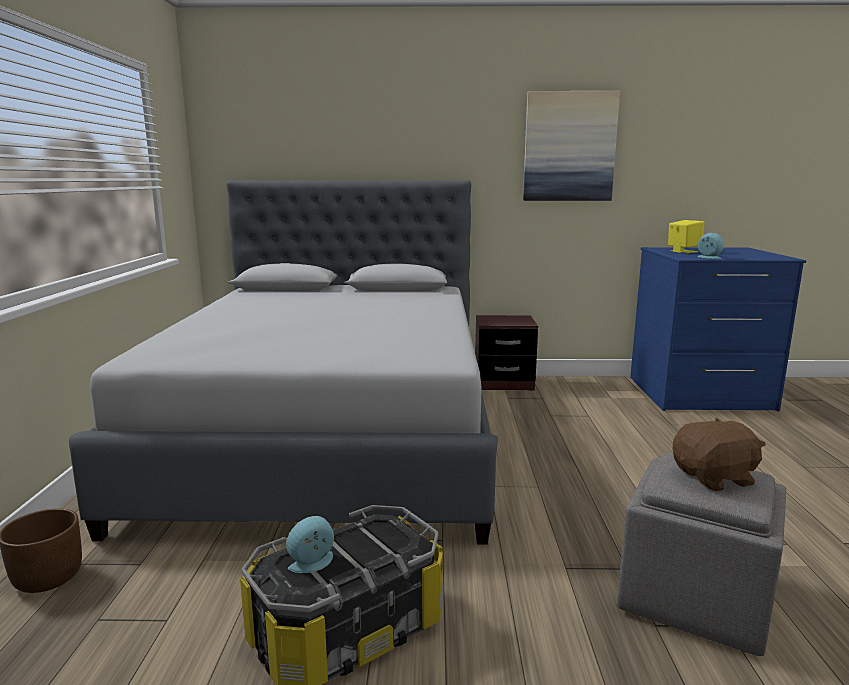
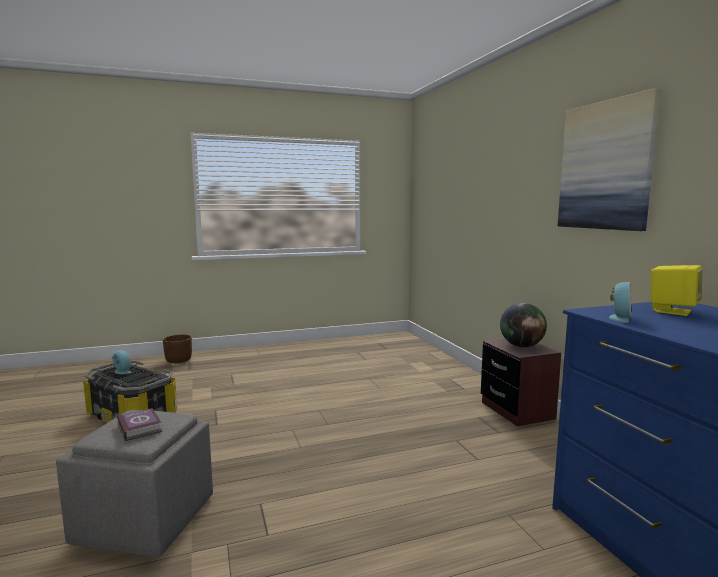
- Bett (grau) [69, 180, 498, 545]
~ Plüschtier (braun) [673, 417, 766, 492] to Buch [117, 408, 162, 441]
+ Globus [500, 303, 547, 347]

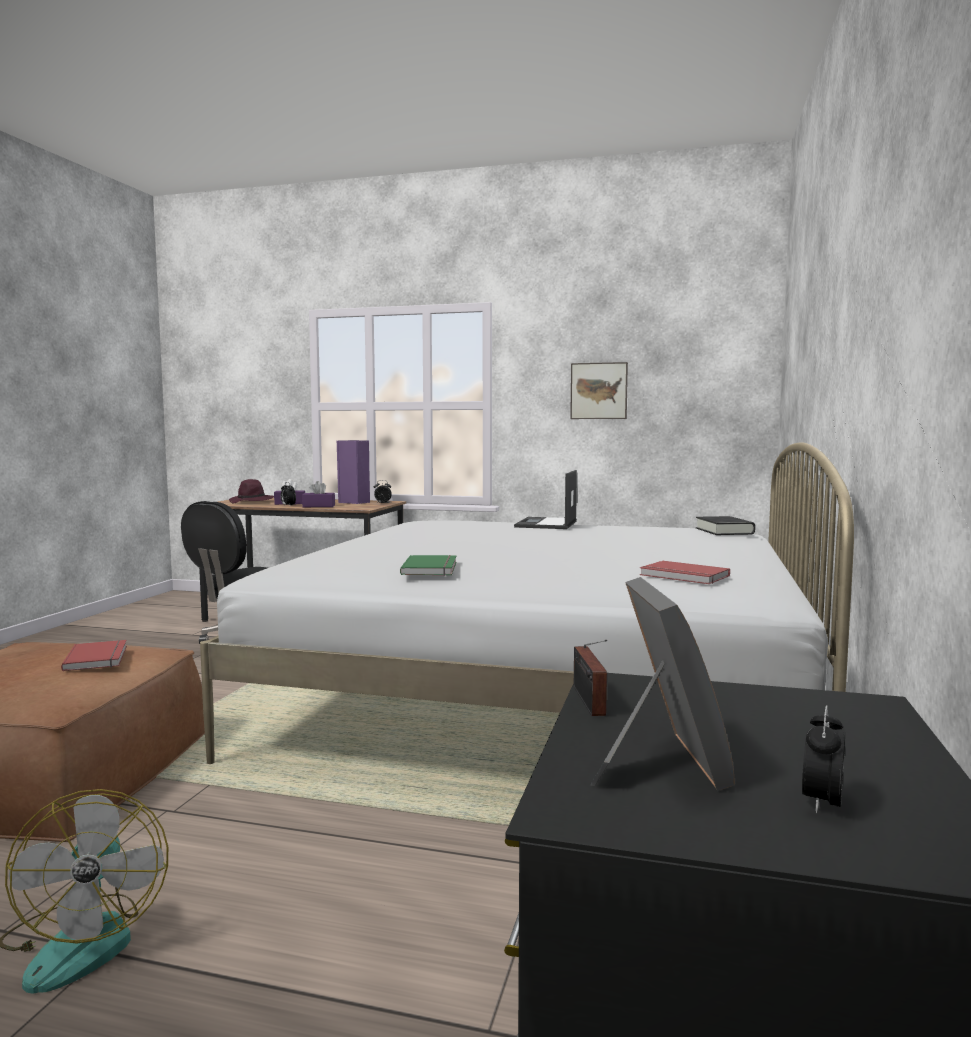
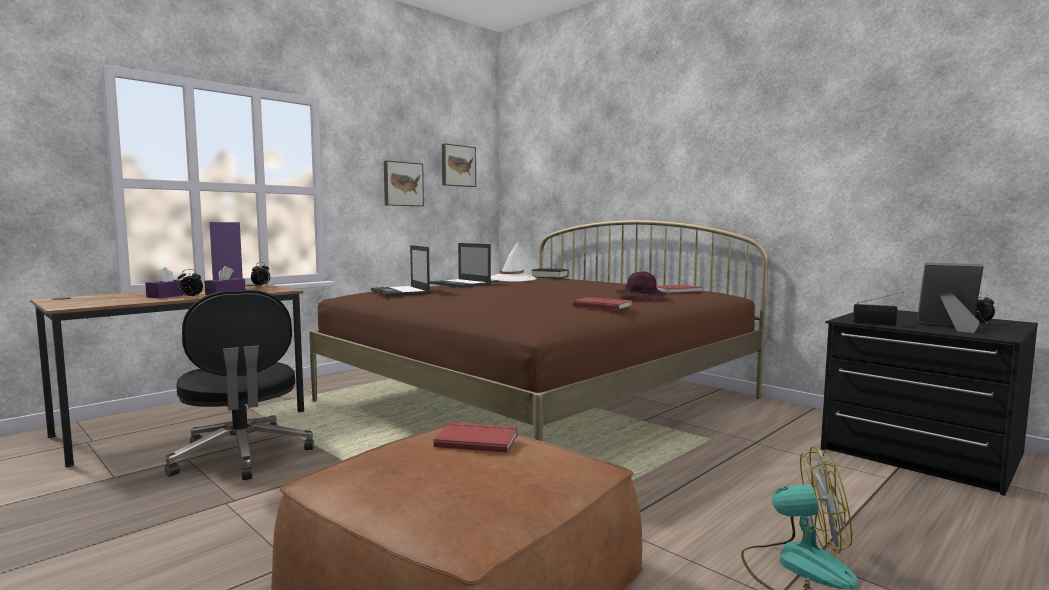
~ Bett (weiß) [200, 442, 854, 764] to Bett (braun) [309, 220, 768, 441]
~ Hut (lila) [229, 479, 274, 504] to [616, 271, 667, 300]
~ Buch (grün) [400, 555, 457, 576] to Buch (rot) [573, 297, 633, 310]
+ Laptop [371, 245, 430, 296]
+ Bild [442, 144, 476, 187]
+ Hut (weiß) [491, 242, 537, 282]

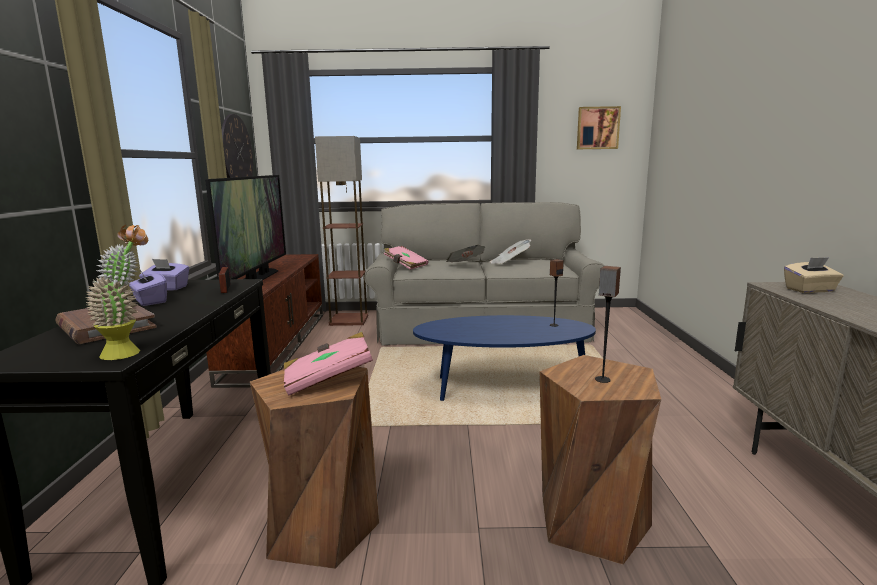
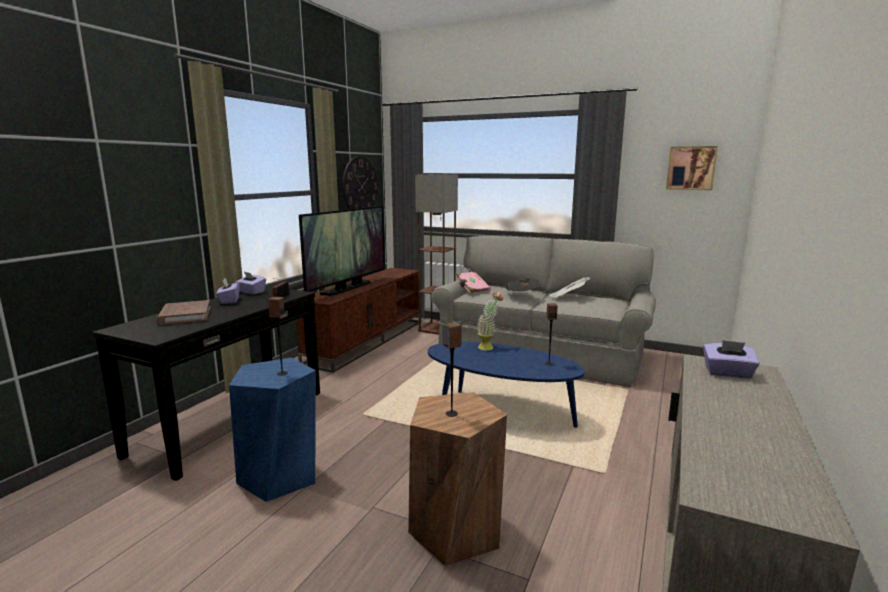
~ Topfpflanze [85, 225, 148, 360] to [477, 292, 504, 350]
~ Hocker (braun) [250, 367, 379, 569] to Hocker (blau) [229, 357, 316, 502]
~ Buch (rosa) [284, 332, 373, 396] to Lautsprecher [268, 297, 288, 376]
~ Taschentuchbox (beige) [784, 257, 844, 293] to Taschentuchbox (lila) [703, 340, 760, 379]

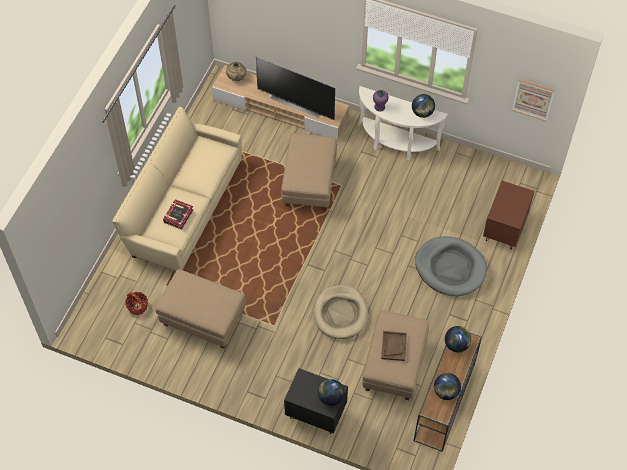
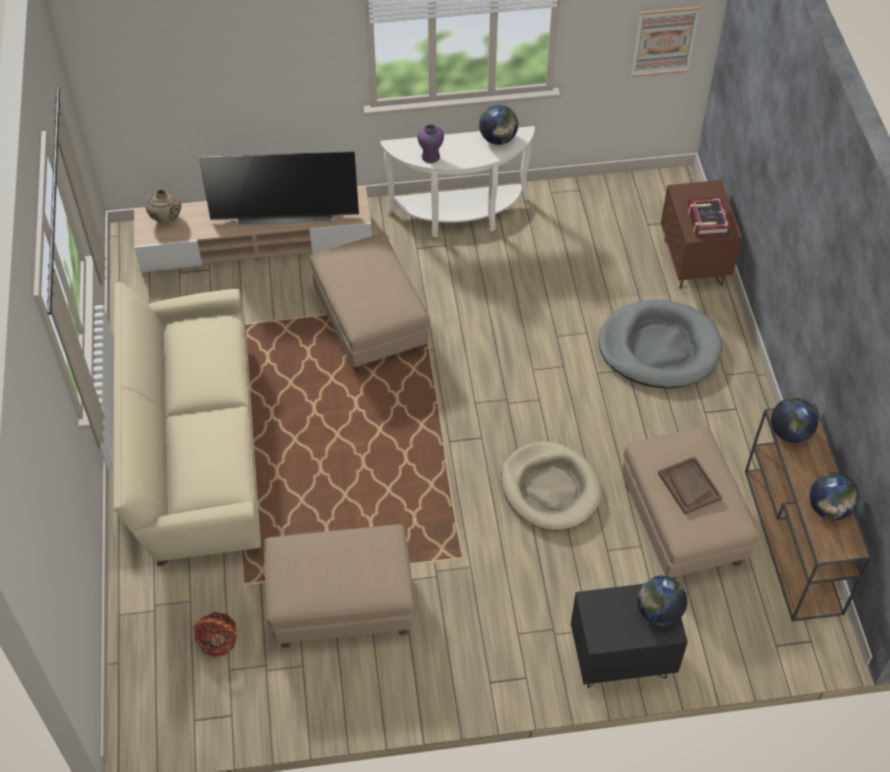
~ Buch [163, 199, 193, 229] to [688, 197, 731, 237]

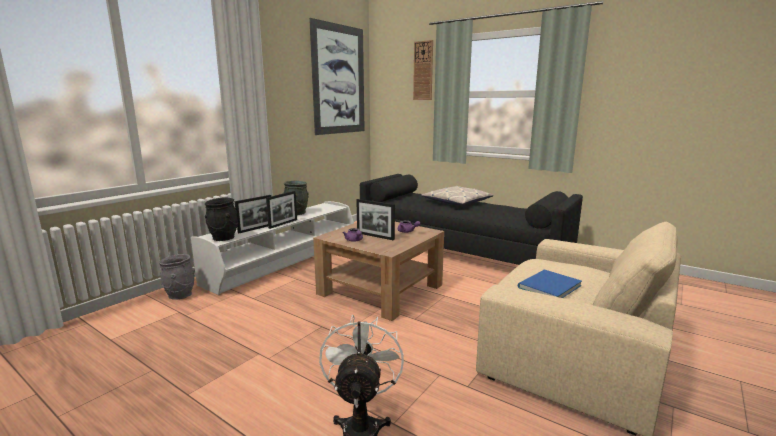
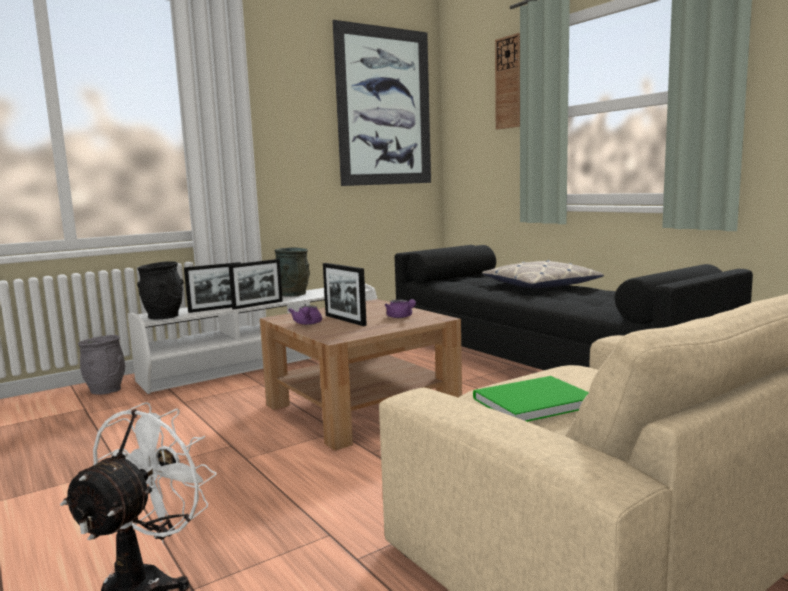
~ Buch (blau) [518, 269, 582, 298] to Buch (grün) [473, 376, 589, 422]

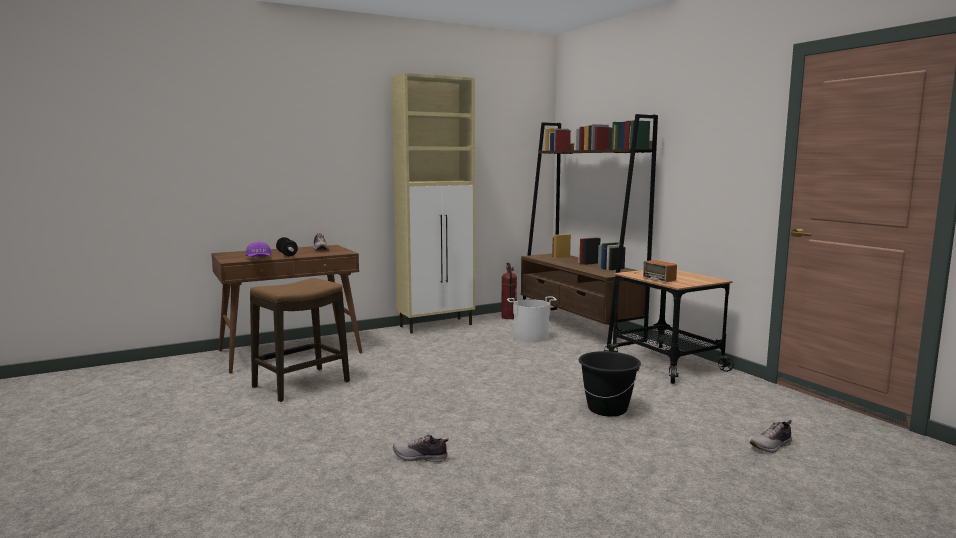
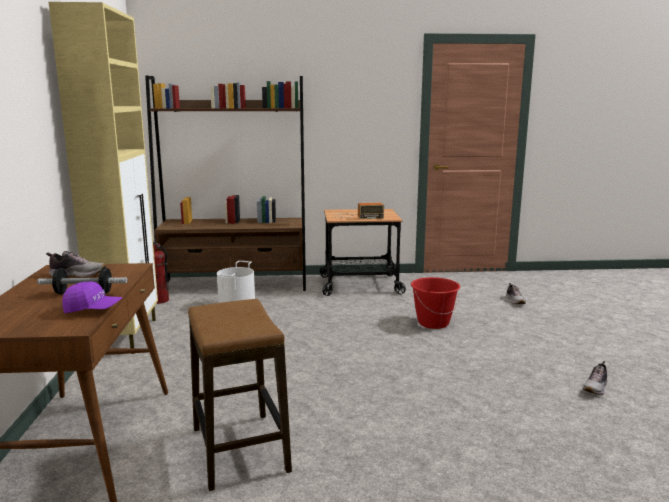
~ Schuh [393, 435, 449, 462] to [582, 361, 607, 395]
~ Eimer (schwarz) [577, 351, 641, 417] to Eimer (rot) [411, 277, 460, 329]

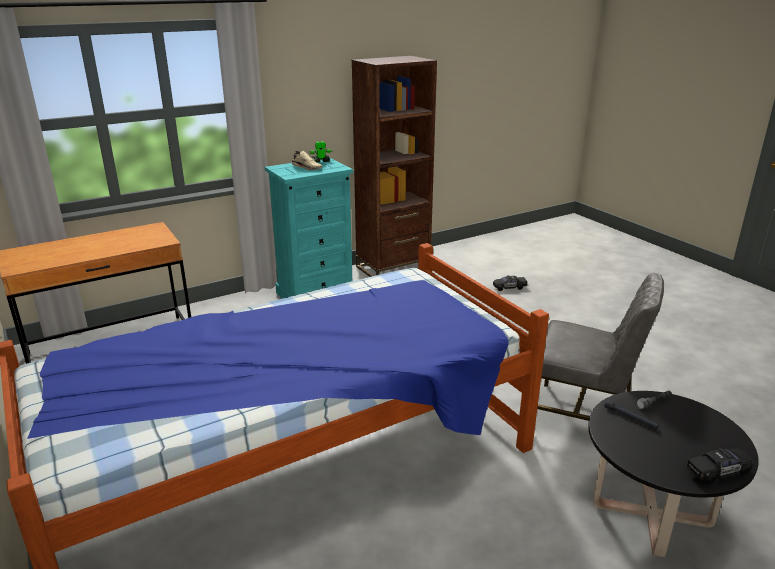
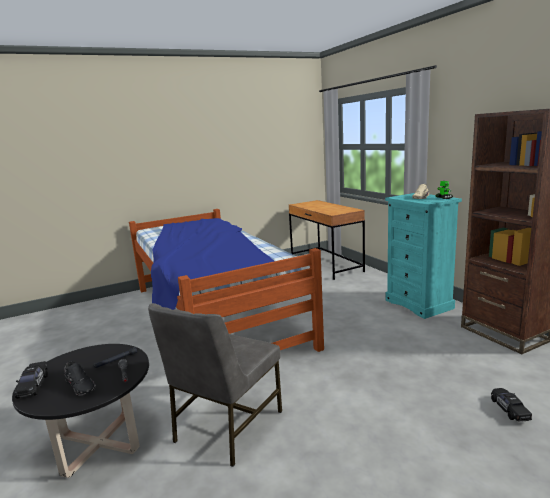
+ Schuh (schwarz) [64, 361, 96, 396]

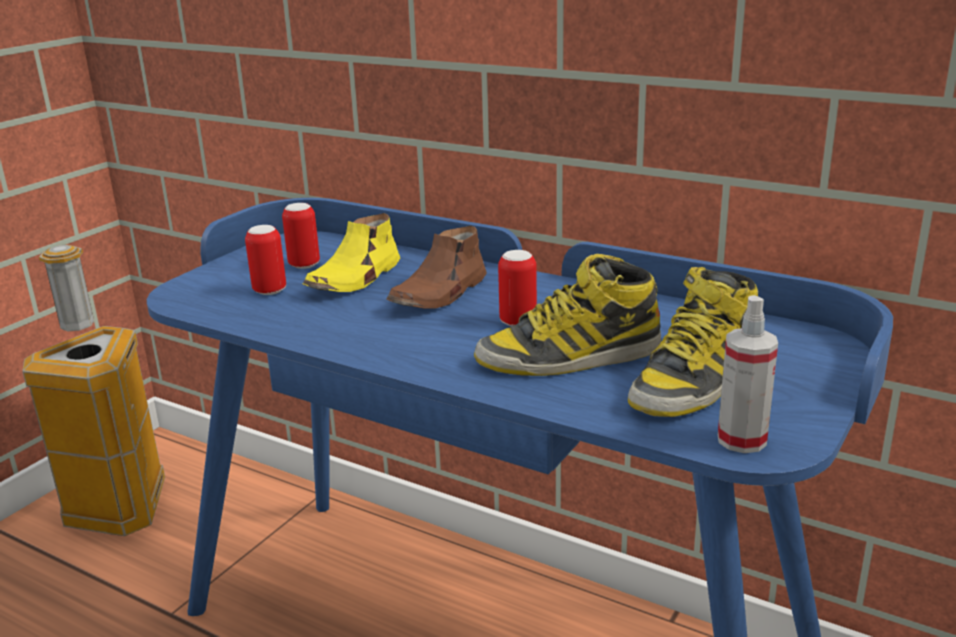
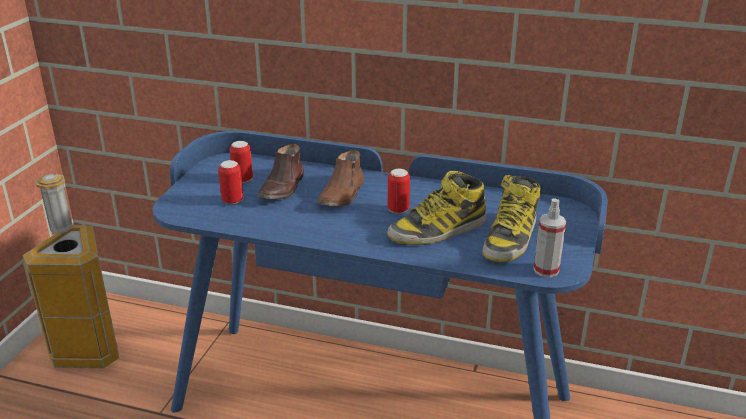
~ Schuh (gelb) [303, 213, 400, 292] to Schuh (braun) [258, 144, 304, 199]

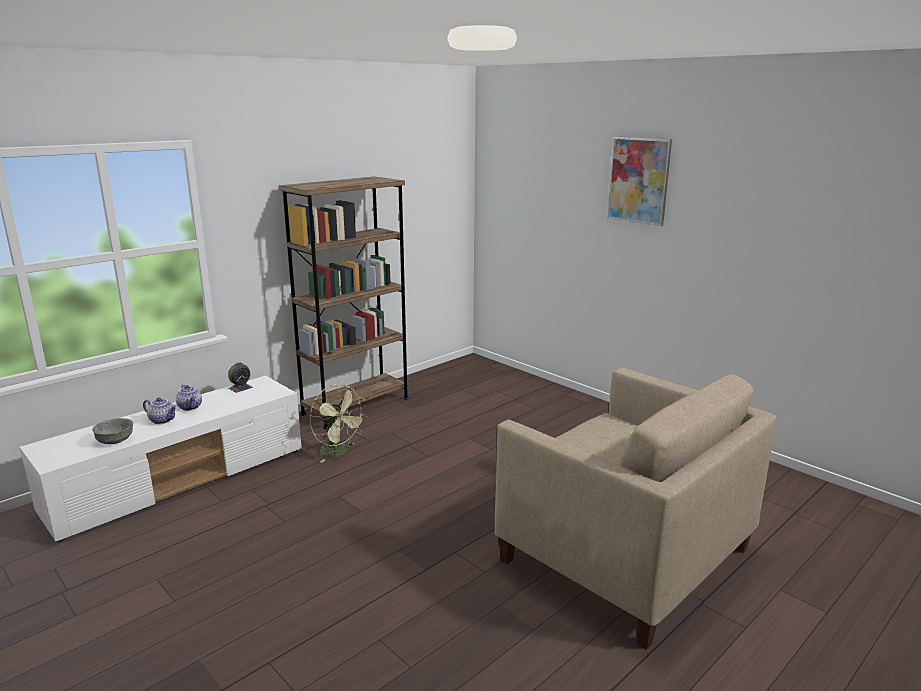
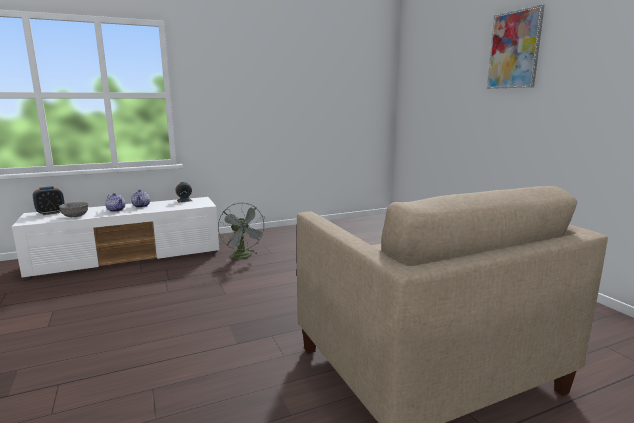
- Bücherregal (braun) [279, 176, 409, 429]
~ Ventilator (grün) [310, 384, 367, 463] to Ventilator (grau) [218, 202, 266, 261]
+ Wecker [33, 186, 65, 215]

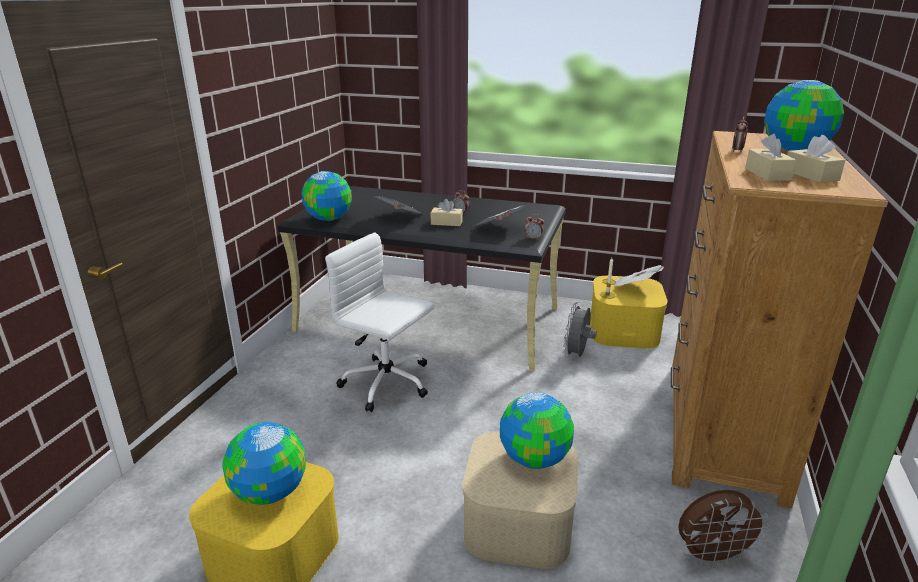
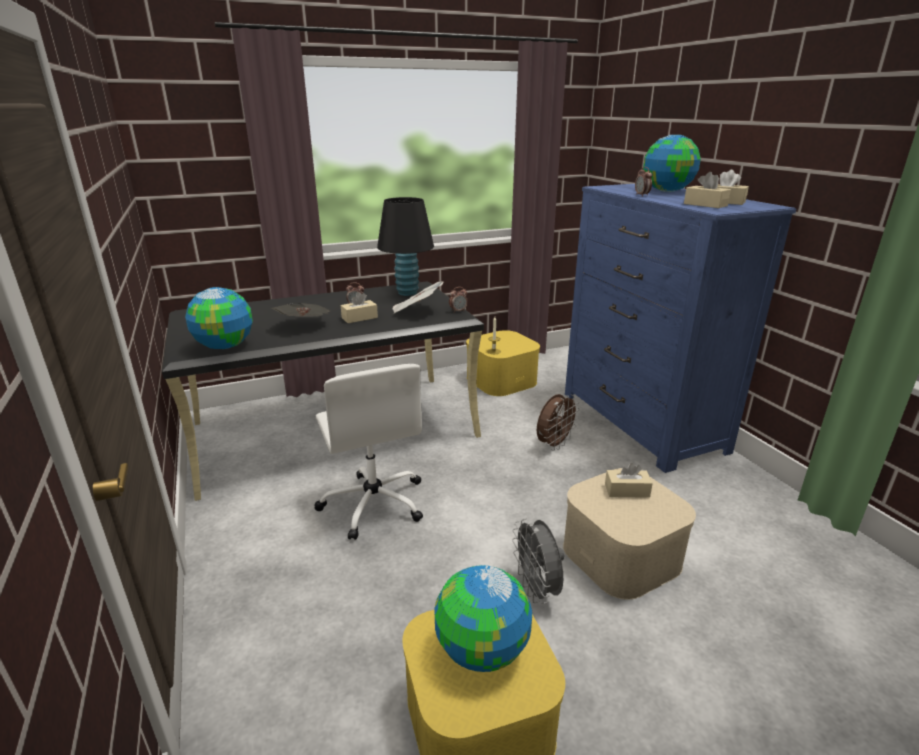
~ Bürostuhl (weiß) [325, 232, 434, 412] = [314, 364, 423, 540] 105 degrees counterclockwise
~ Globus [500, 393, 574, 469] to Taschentuchbox (beige) [605, 463, 653, 498]
~ Ventilator (grau) [563, 302, 597, 358] to [512, 518, 564, 604]
- Zeitung [614, 265, 664, 287]
~ Kommode (braun) [671, 131, 888, 509] to Kommode (blau) [565, 184, 796, 473]
~ Ventilator (braun) [678, 490, 770, 568] to [537, 394, 580, 451]
+ Tischlampe (schwarz) [377, 197, 434, 296]

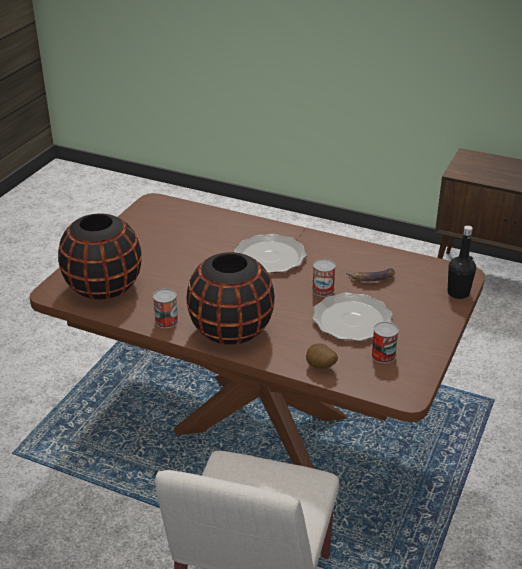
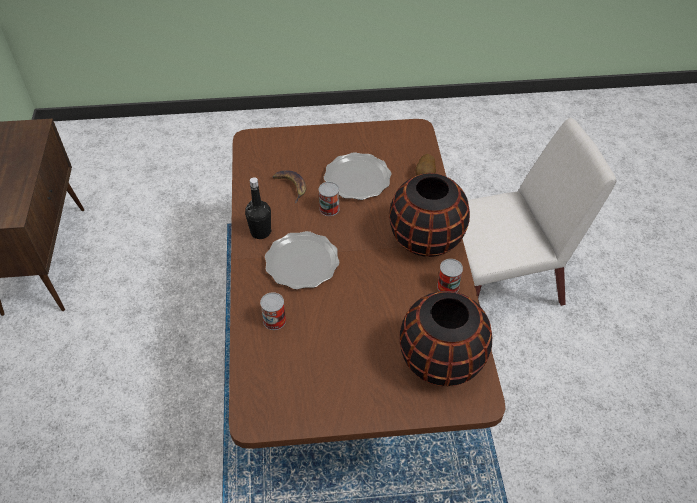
~ Dose [371, 322, 399, 363] to [260, 292, 286, 330]
~ Flasche (schwarz) [448, 225, 476, 299] to [245, 177, 271, 239]

